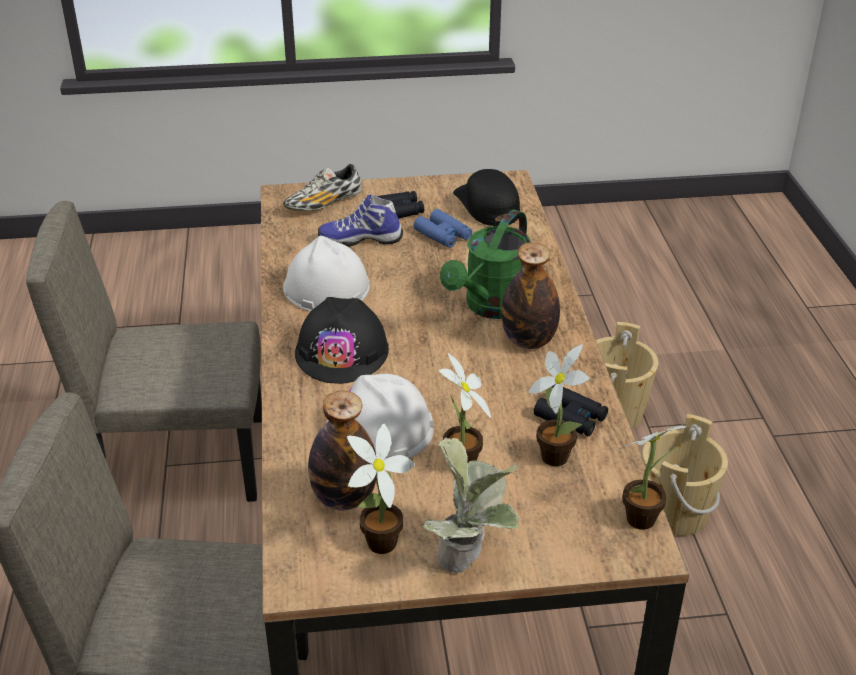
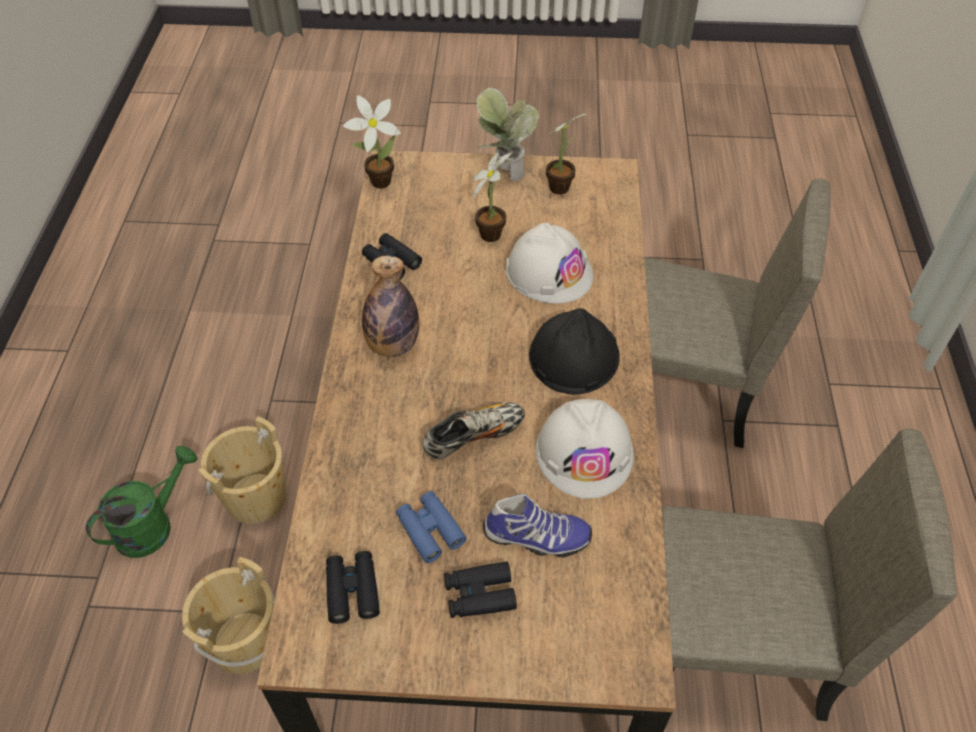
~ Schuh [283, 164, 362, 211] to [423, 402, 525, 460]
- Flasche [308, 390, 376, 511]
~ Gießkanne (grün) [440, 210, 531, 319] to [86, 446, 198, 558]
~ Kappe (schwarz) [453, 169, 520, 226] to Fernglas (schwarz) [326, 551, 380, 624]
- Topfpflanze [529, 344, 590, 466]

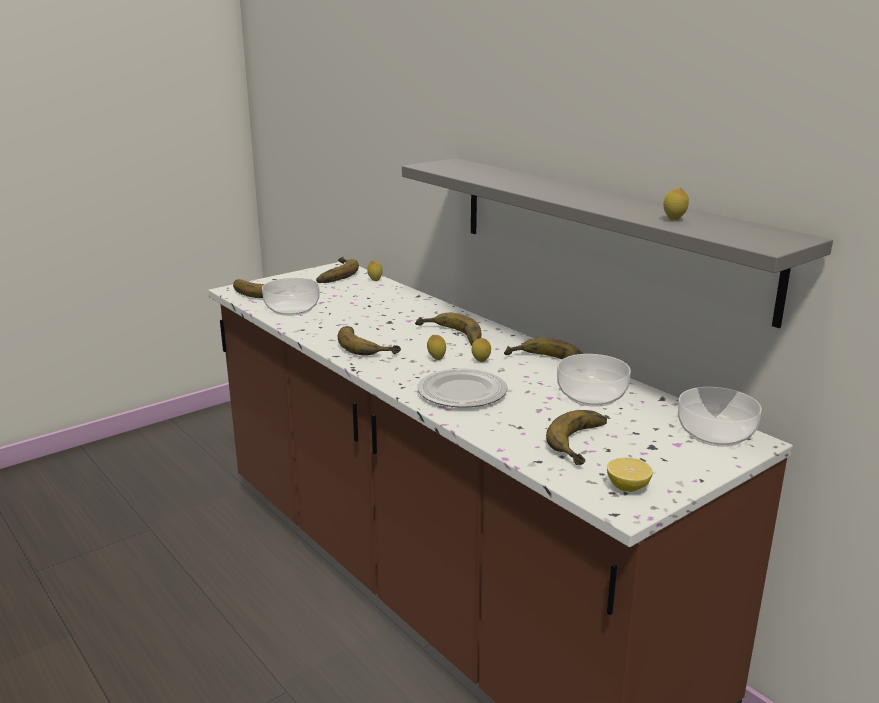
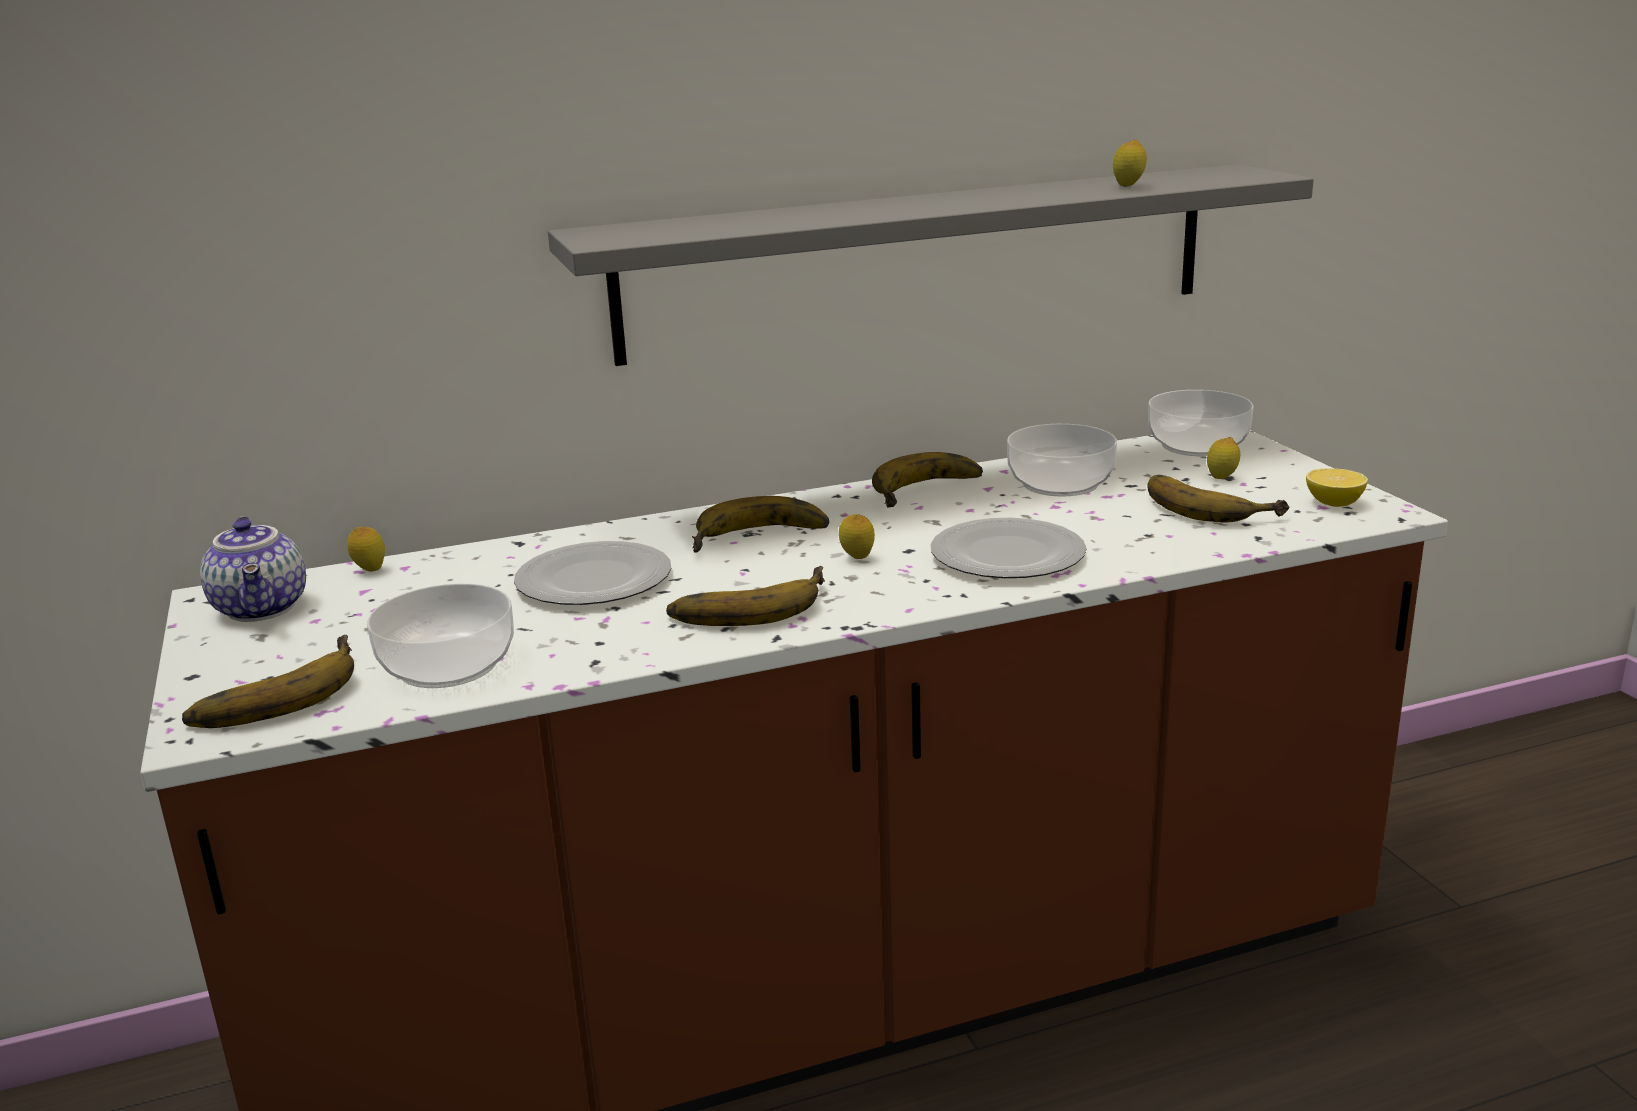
~ Banane [316, 257, 359, 283] to Teekanne [200, 516, 306, 622]
~ Zitrone [472, 338, 491, 362] to [1207, 437, 1240, 479]
+ Teller [514, 541, 671, 605]

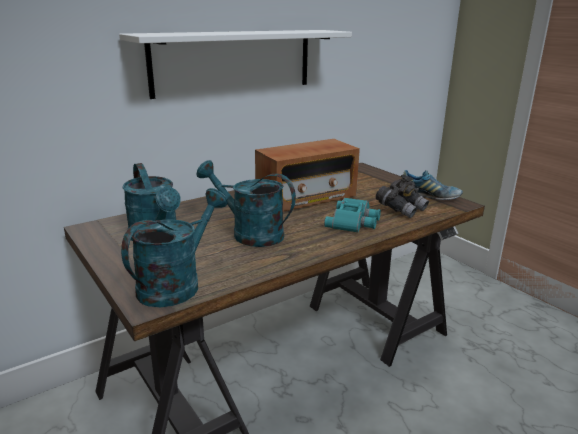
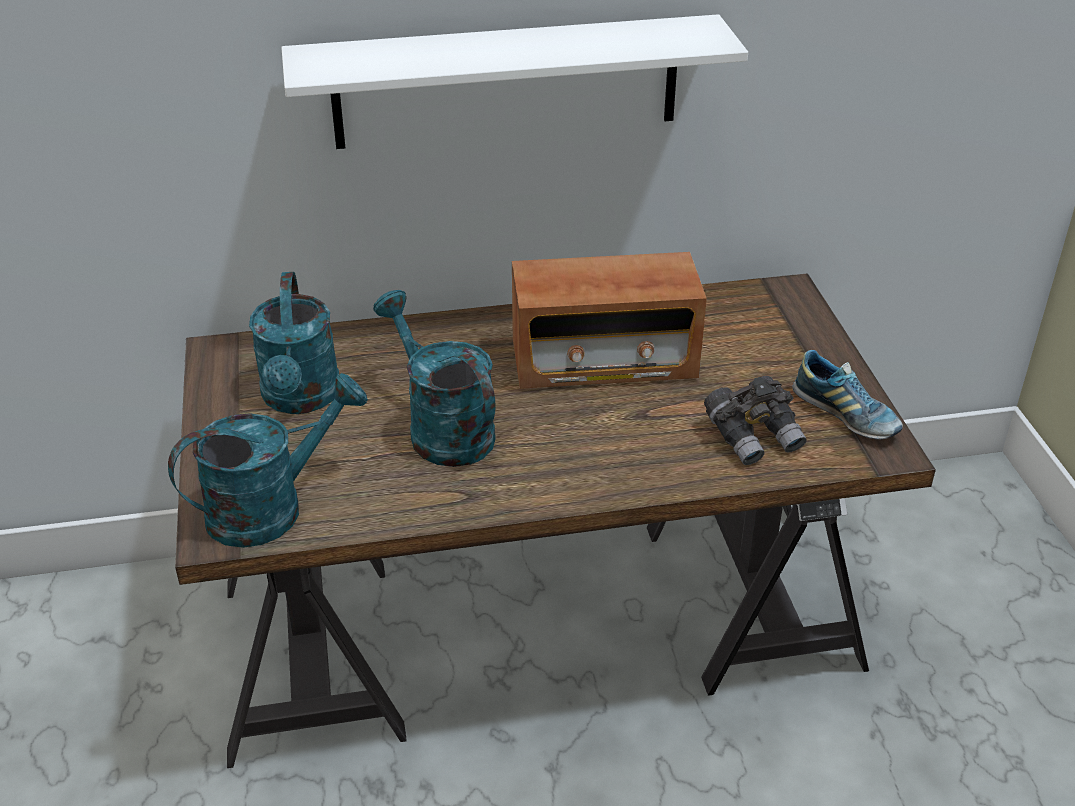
- Fernglas (türkis) [324, 198, 381, 233]

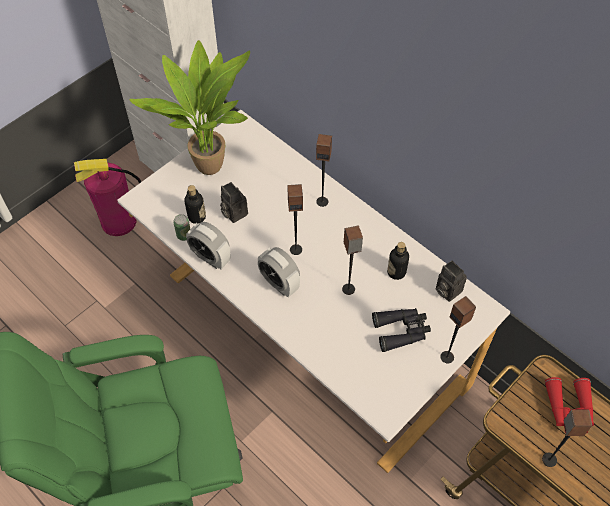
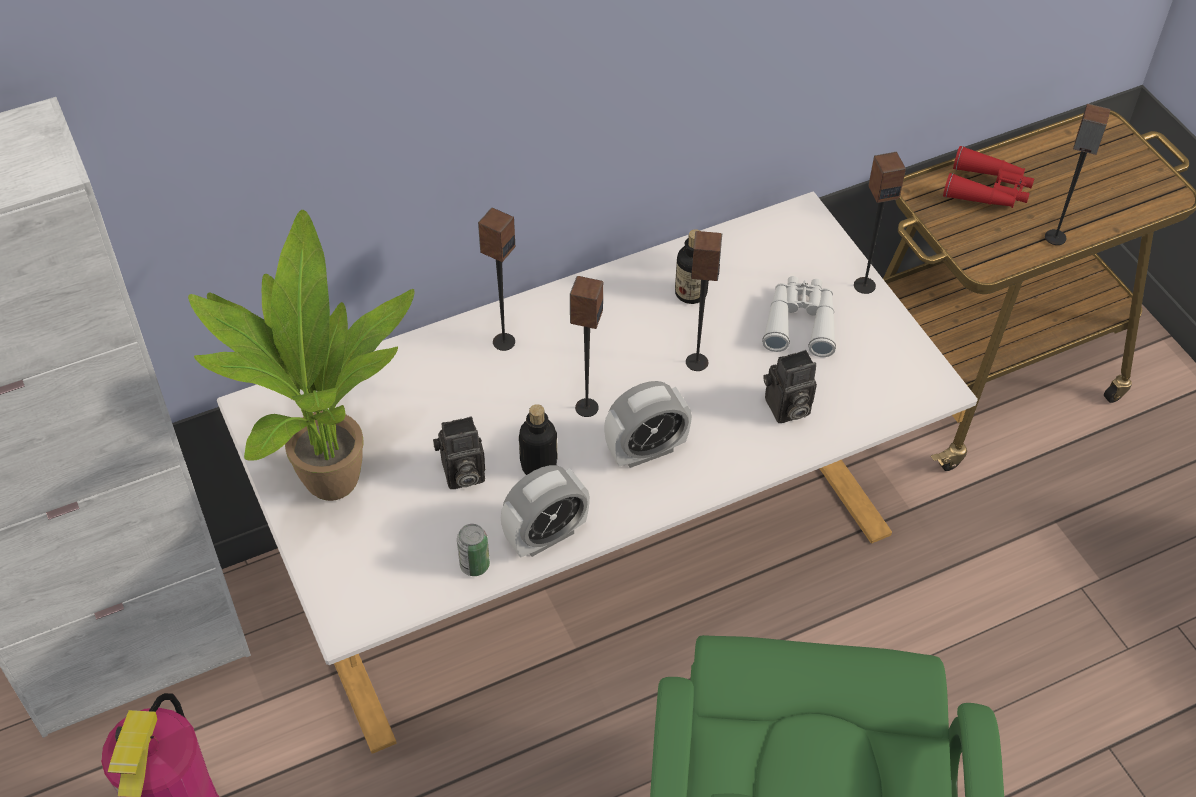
~ Flasche [185, 185, 206, 224] to [519, 404, 558, 475]
~ Fernglas (schwarz) [372, 308, 431, 352] to Fernglas (weiß) [762, 276, 836, 357]
~ Kamera [436, 261, 467, 302] to [764, 350, 817, 423]

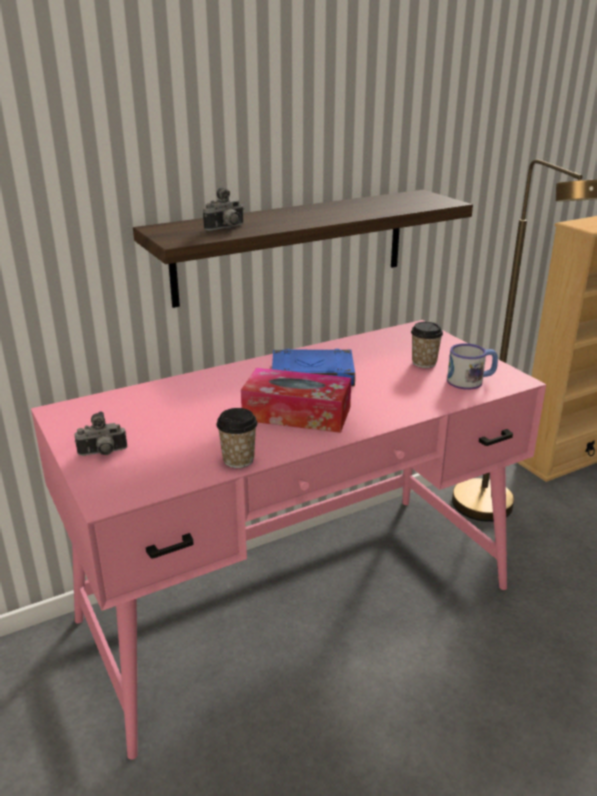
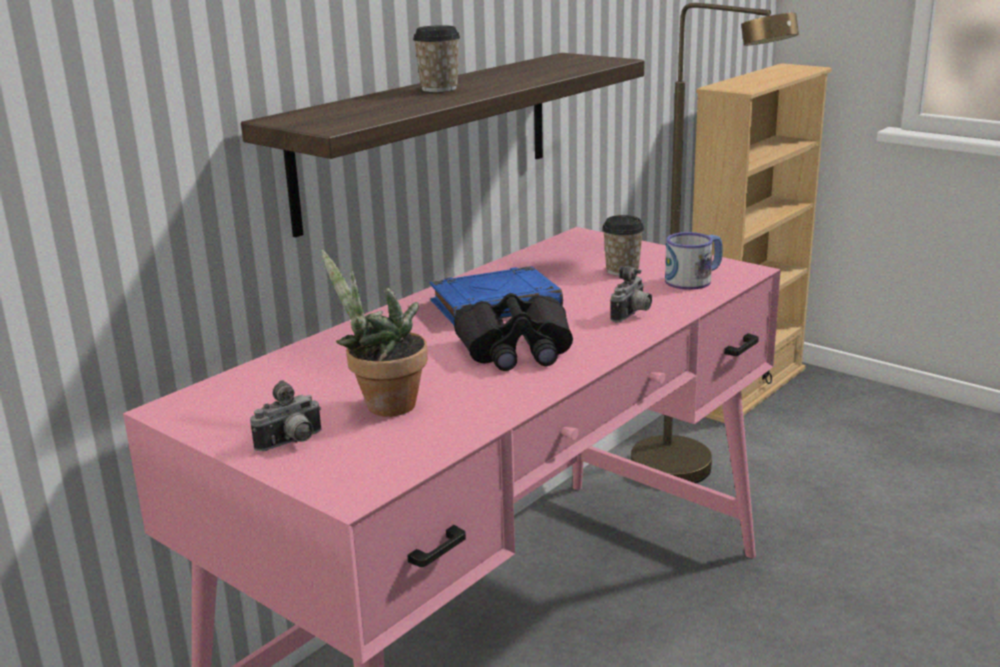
~ Kamera [203, 187, 244, 231] to [610, 266, 652, 323]
~ Tasse [216, 408, 257, 468] to [413, 25, 460, 92]
~ Taschentuchbox [241, 368, 351, 433] to Fernglas (schwarz) [454, 293, 573, 371]
+ Topfpflanze [322, 250, 427, 417]

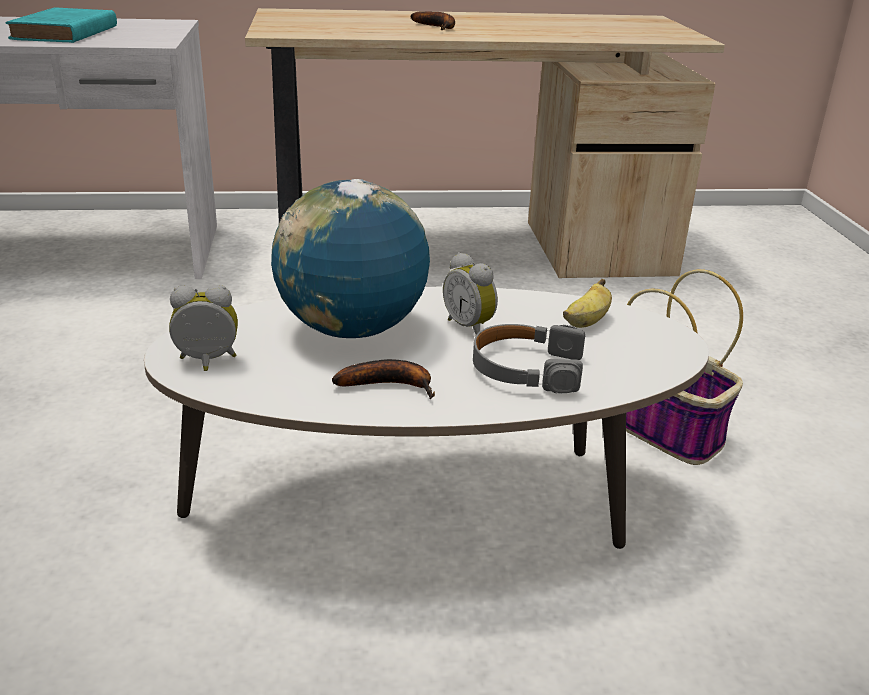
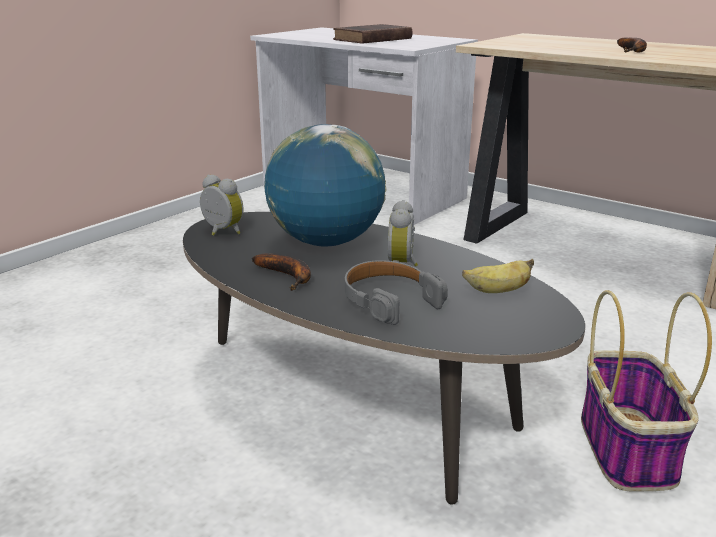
~ Buch (türkis) [6, 7, 117, 43] to Buch (braun) [333, 24, 412, 44]
~ Couchtisch (weiß) [144, 287, 709, 549] to Couchtisch (schwarz) [183, 212, 585, 505]

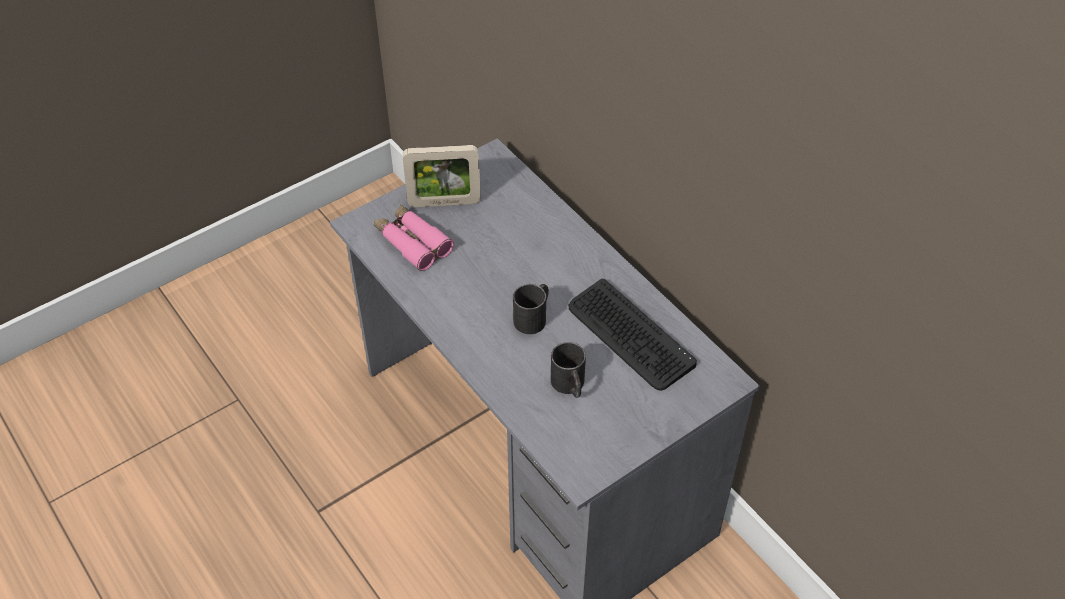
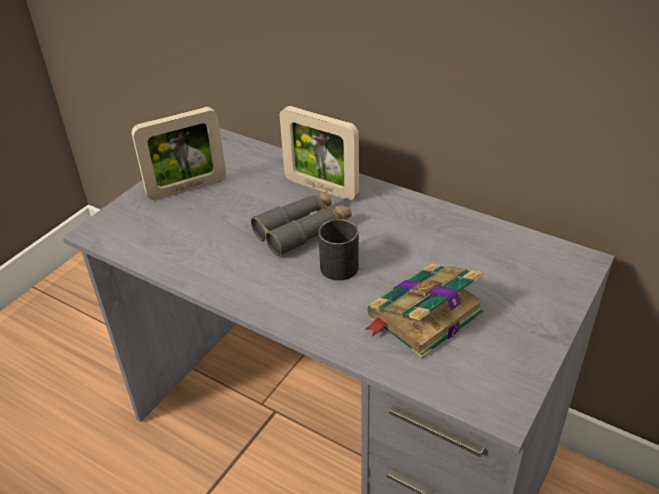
- Fernglas (rosa) [374, 204, 454, 271]
~ Henkelbecher (schwarz) [551, 342, 586, 398] to Buch [364, 264, 484, 359]
- Tastatur [569, 279, 697, 391]
+ Fernglas (grau) [251, 191, 352, 256]
+ Bilderrahmen [280, 106, 359, 200]

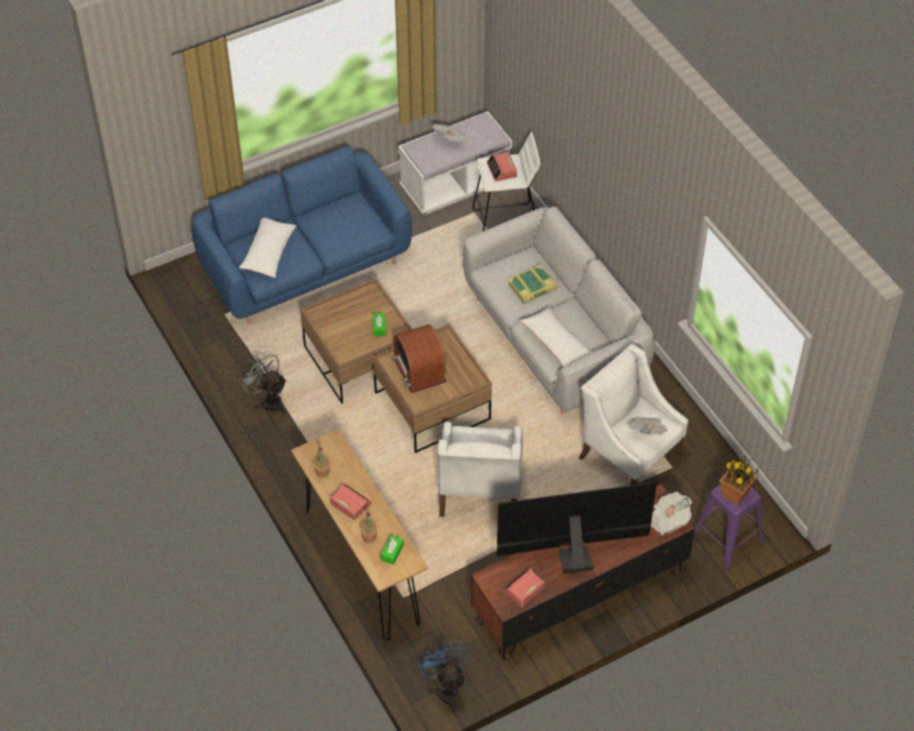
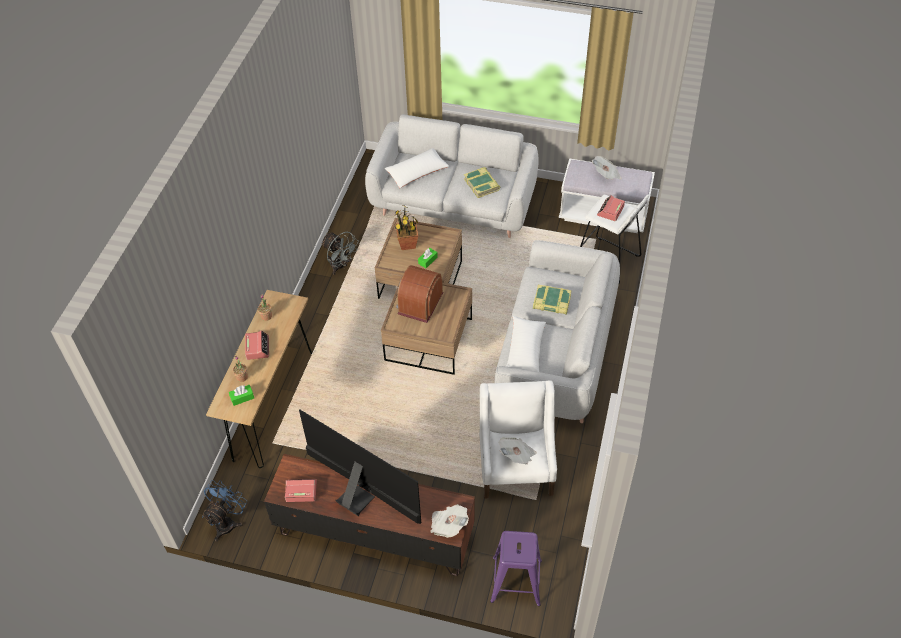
~ Sofa (blau) [192, 147, 412, 324] to Sofa (grau) [365, 114, 538, 238]
~ Ventilator (grau) [239, 351, 287, 414] = [321, 232, 359, 275] 135 degrees clockwise
- Sessel (weiß) [437, 422, 523, 517]
~ Topfpflanze [719, 452, 759, 505] to [395, 205, 419, 250]
+ Buch [464, 167, 500, 198]

